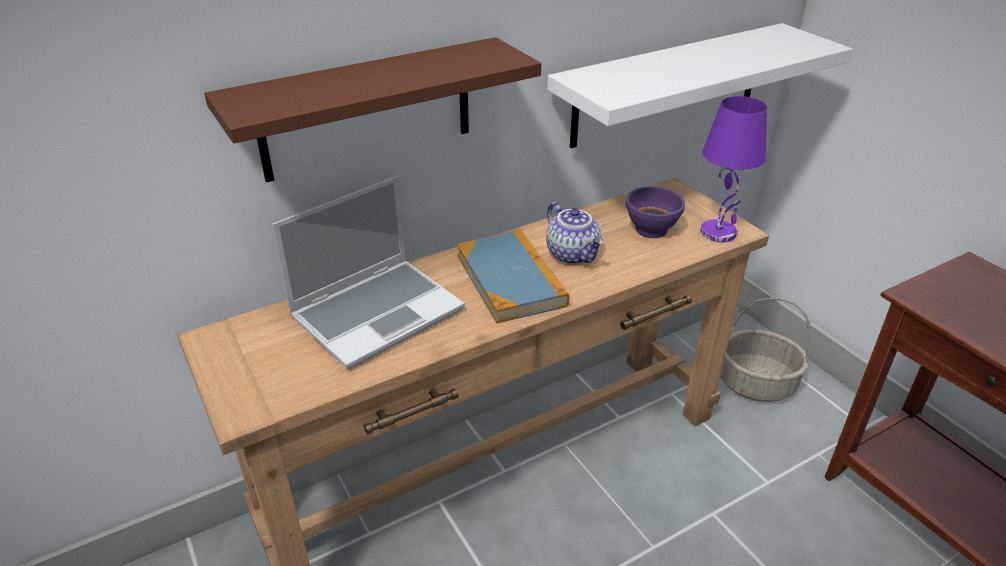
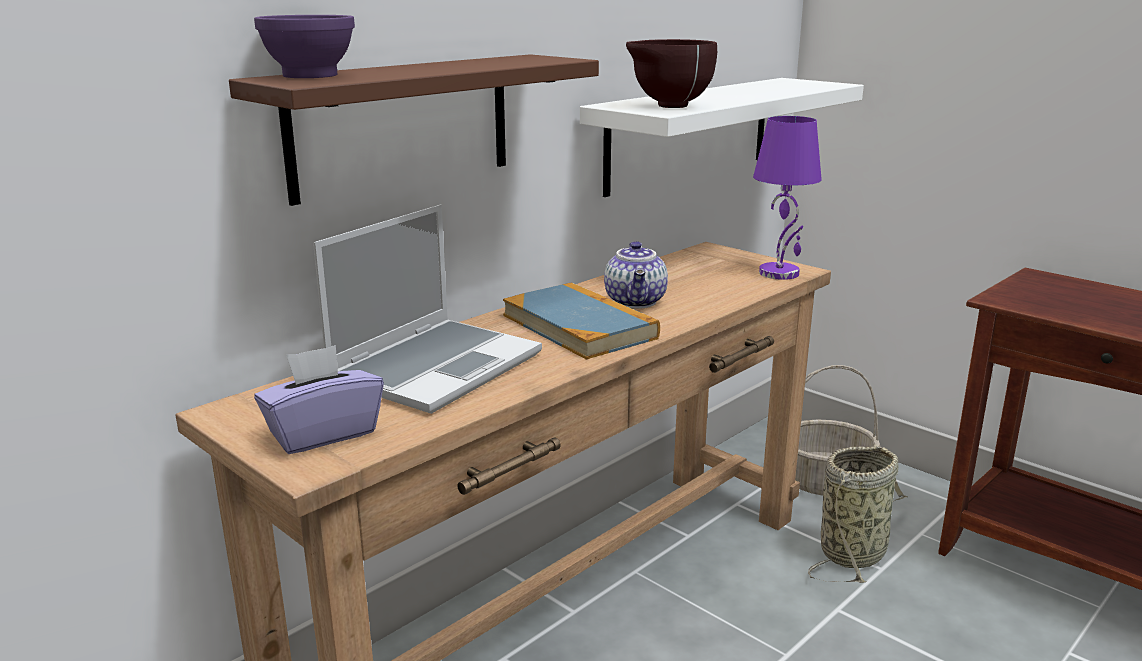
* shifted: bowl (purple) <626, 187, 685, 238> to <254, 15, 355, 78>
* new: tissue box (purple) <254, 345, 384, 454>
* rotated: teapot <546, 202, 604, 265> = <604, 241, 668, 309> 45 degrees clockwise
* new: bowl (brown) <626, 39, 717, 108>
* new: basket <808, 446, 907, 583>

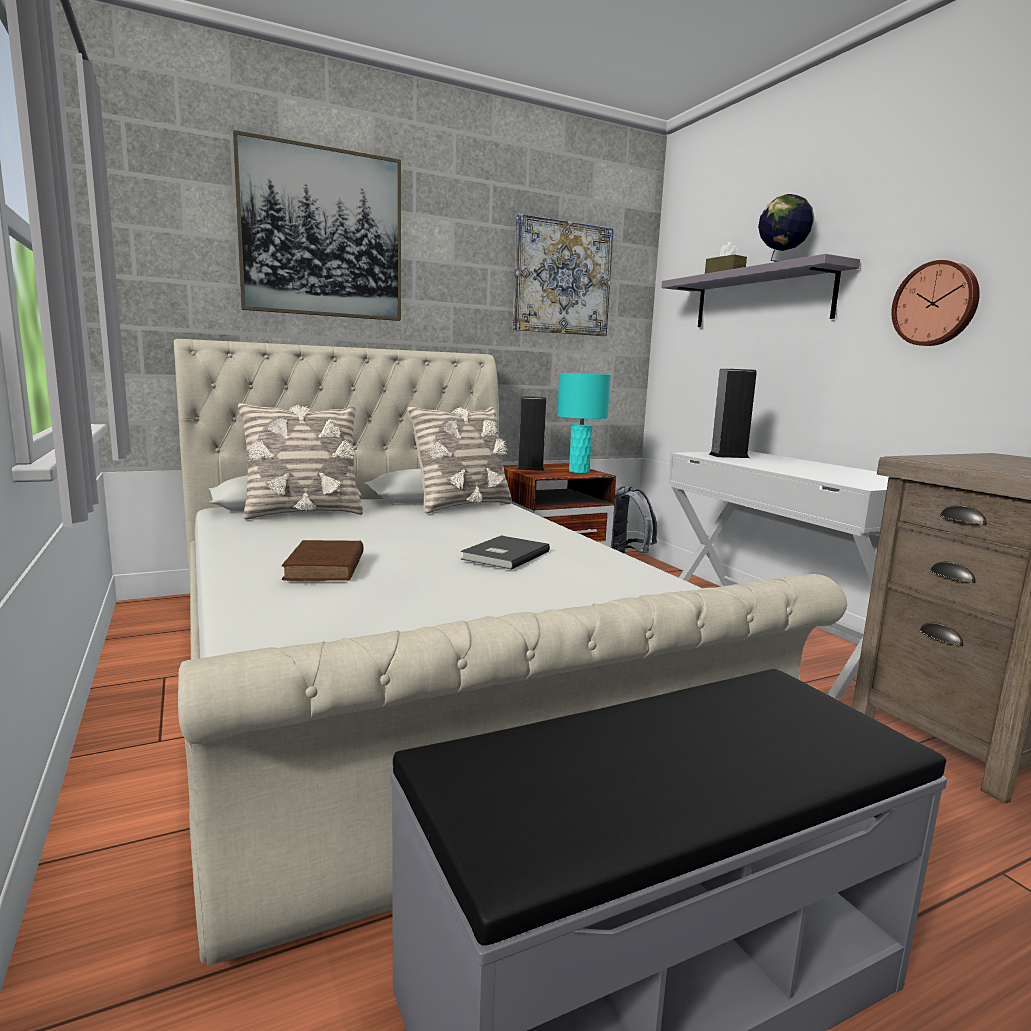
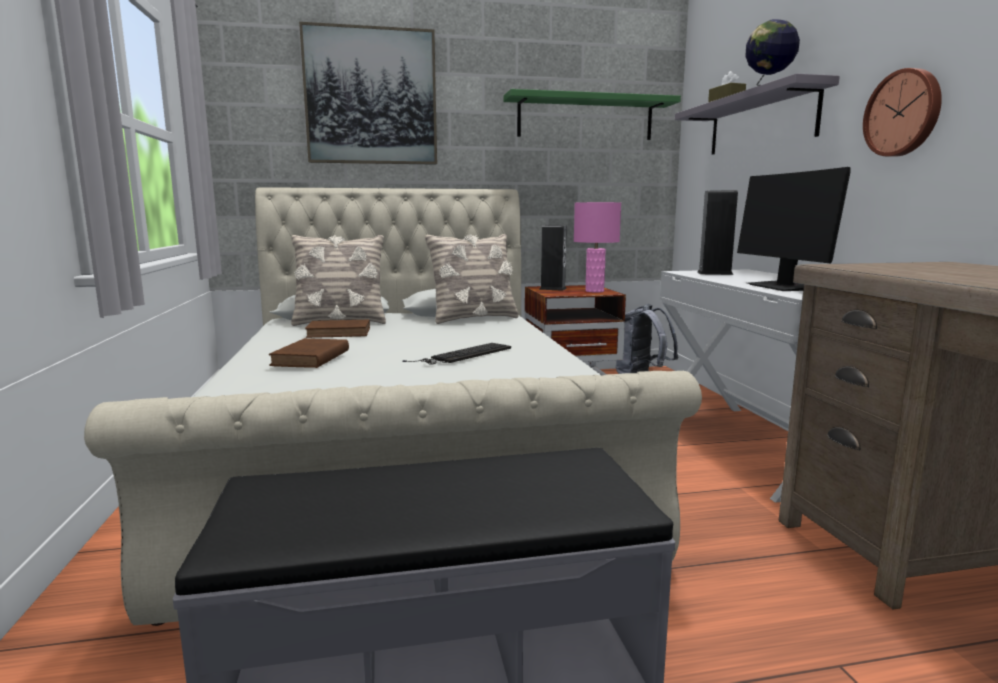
* new: book (brown) <305, 320, 370, 338>
* swapped: book (grey) <460, 535, 550, 570> to keyboard <402, 343, 511, 365>
* swapped: picture <513, 213, 614, 336> to shelf (green) <503, 89, 681, 140>
* repainted: table lamp (turquoise) <557, 373, 611, 473> to table lamp (pink) <574, 202, 621, 293>
* new: monitor <737, 167, 851, 291>

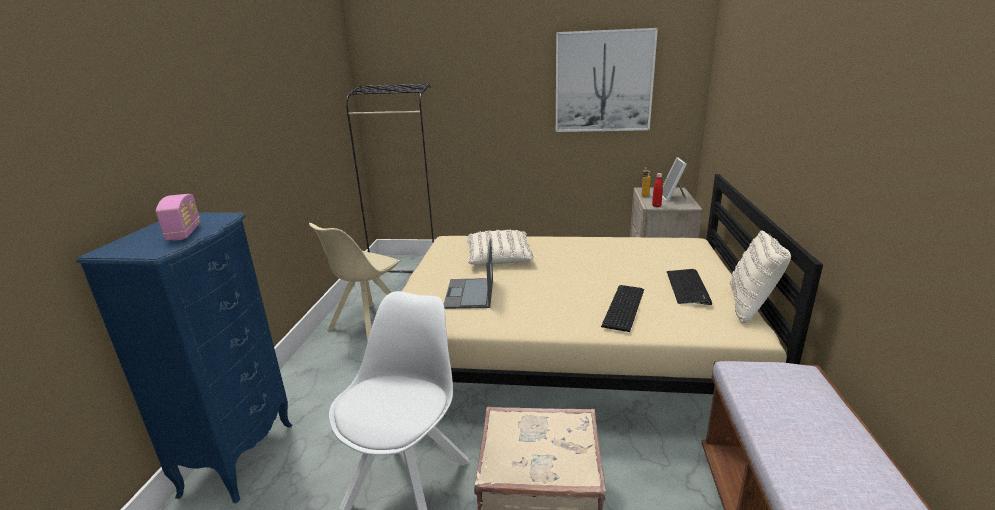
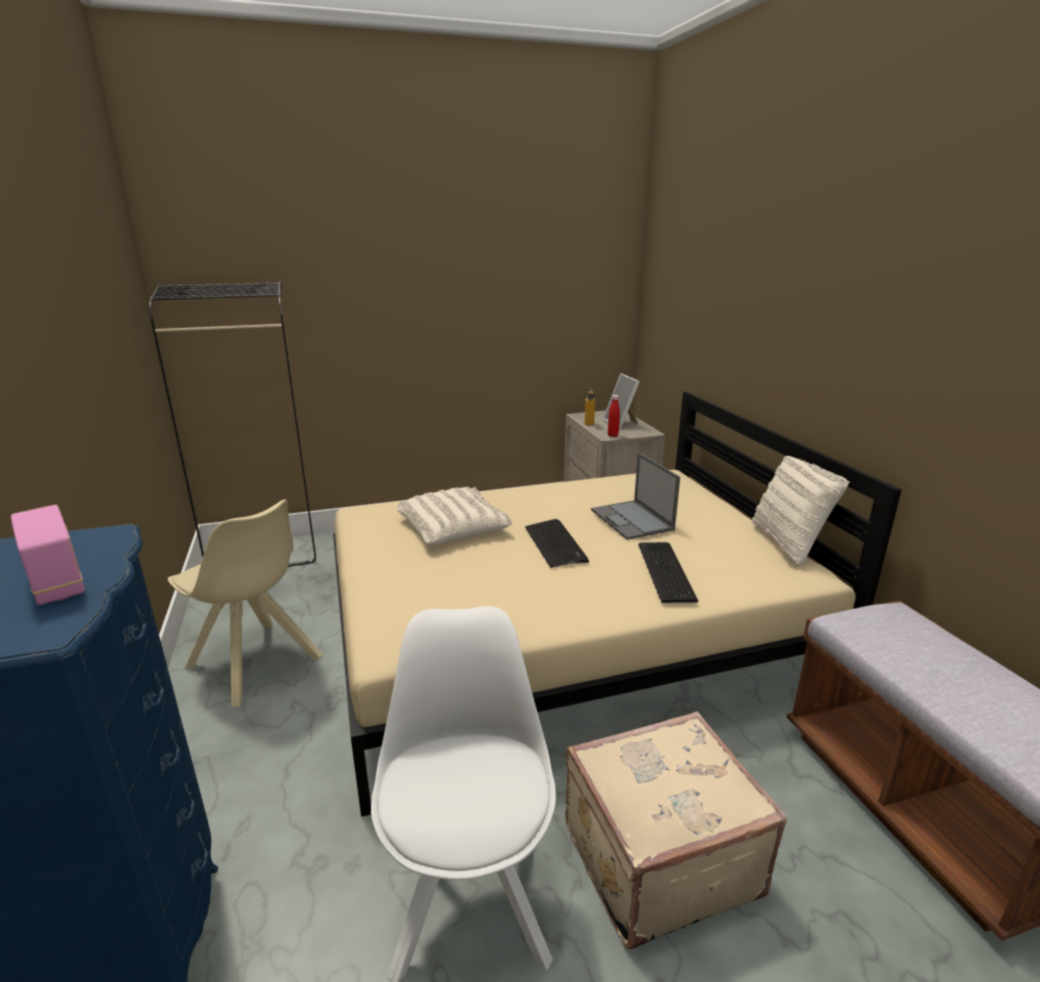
* rotated: chair (beige) <309, 223, 401, 342> = <168, 500, 322, 707> 60 degrees counterclockwise
* shifted: keyboard <667, 269, 712, 305> to <525, 519, 589, 568>
* shifted: laptop <444, 239, 493, 309> to <591, 453, 680, 540>
* gone: picture <556, 28, 658, 132>

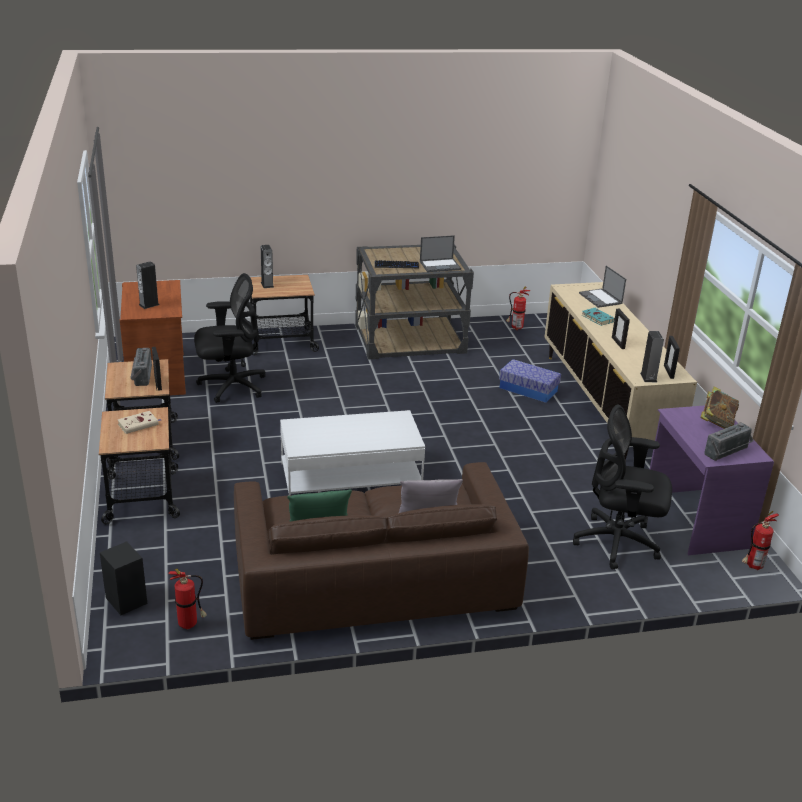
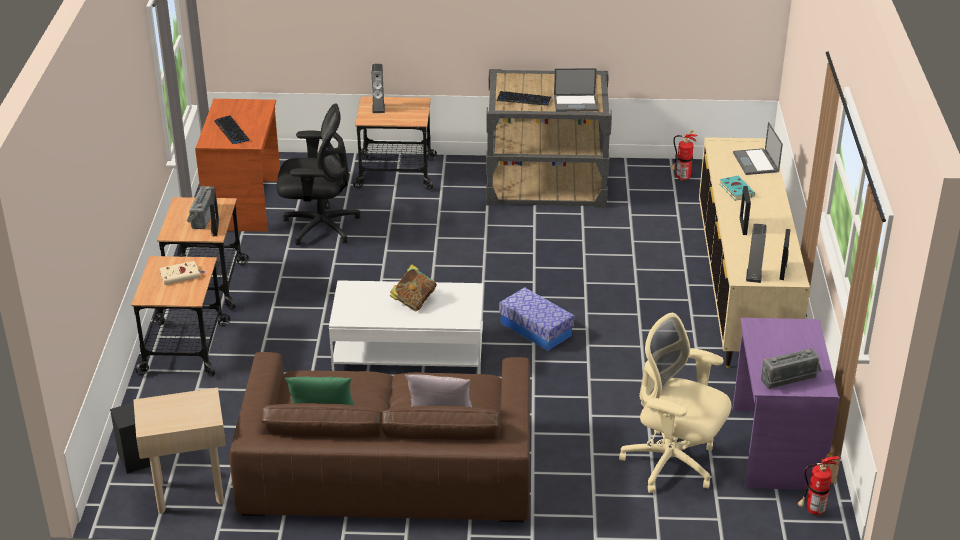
* swapped: fire extinguisher <168, 569, 207, 629> to side table (beige) <134, 388, 226, 514>
* swapped: speaker <136, 261, 160, 309> to keyboard <214, 115, 249, 144>
* shifted: book <700, 386, 739, 429> to <390, 264, 437, 312>
* shifted: storage box <499, 359, 561, 403> to <499, 287, 574, 351>
* repainted: office chair (black) <573, 404, 672, 570> to office chair (beige) <619, 313, 732, 493>

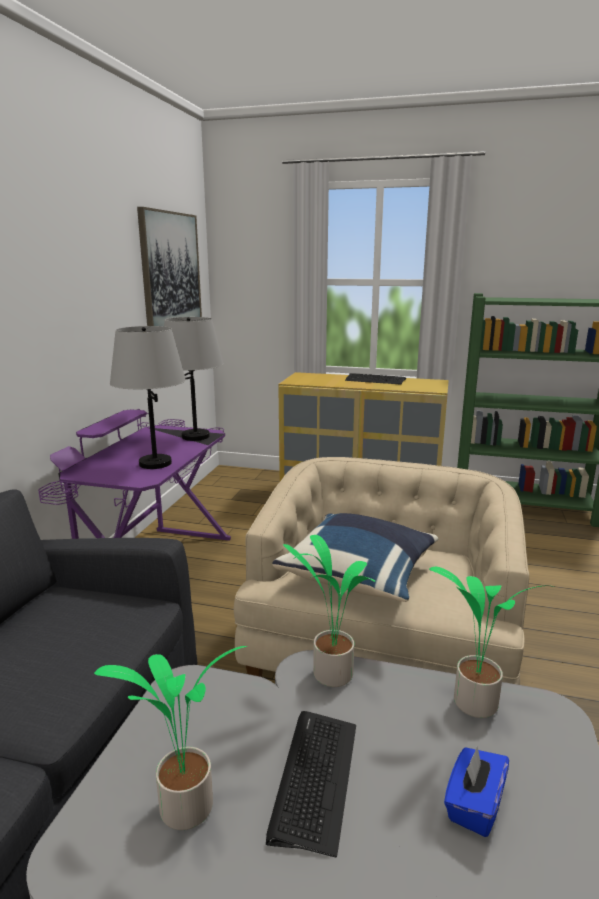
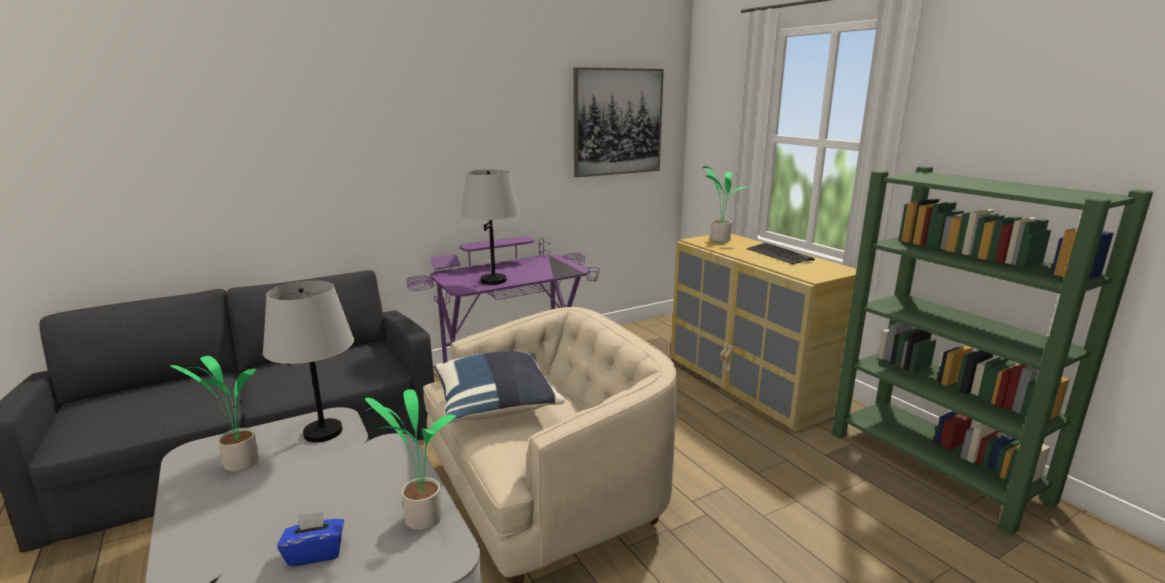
* shifted: table lamp (grey) <164, 317, 223, 441> to <263, 281, 354, 442>
* shifted: potted plant <283, 535, 375, 687> to <702, 166, 748, 242>
* gone: keyboard <266, 711, 356, 857>

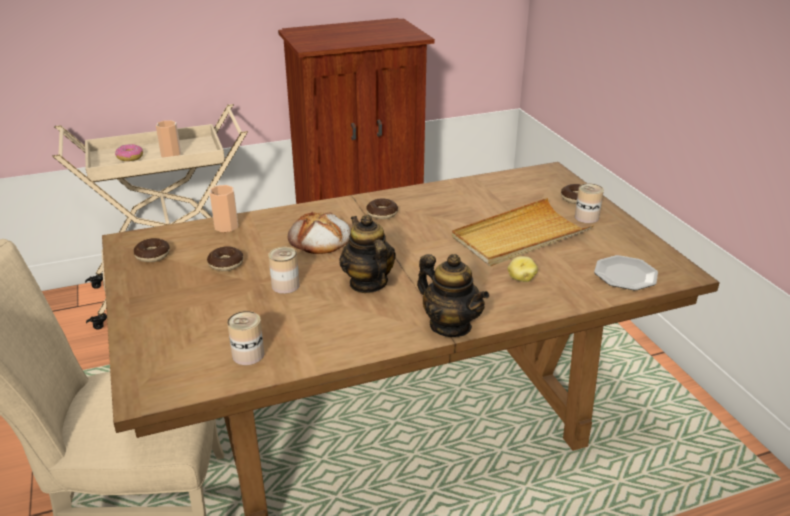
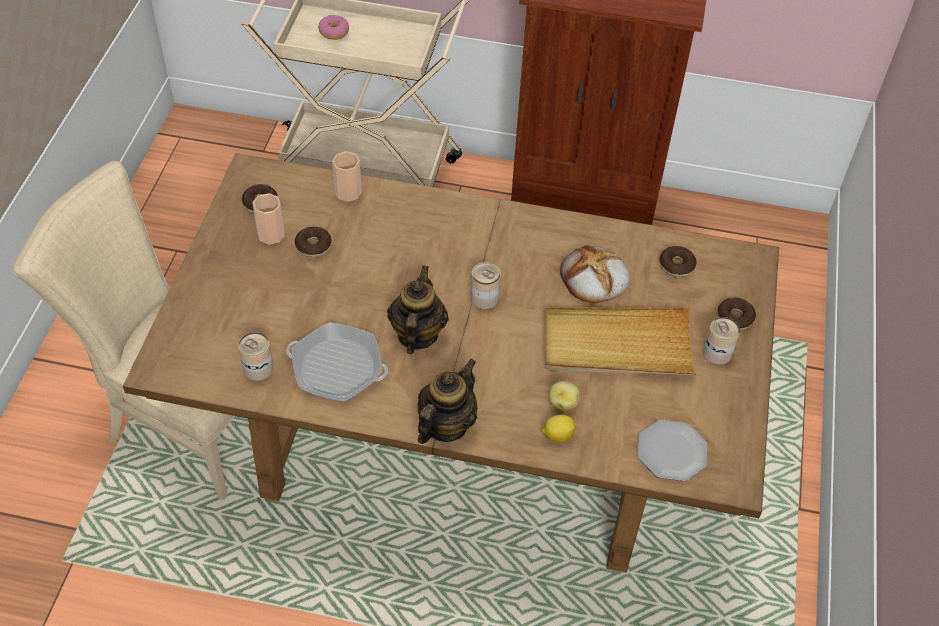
* shifted: cup <156, 120, 181, 157> to <252, 193, 285, 245>
* new: frying pan <286, 322, 388, 401>
* rotated: teapot <417, 254, 489, 337> = <418, 359, 477, 444> 135 degrees counterclockwise
* shifted: can <268, 247, 300, 294> to <470, 262, 501, 309>
* new: lemon <542, 414, 575, 442>
* shifted: bread <288, 212, 351, 254> to <560, 245, 630, 303>
* shifted: donut <367, 198, 398, 219> to <659, 246, 697, 277>

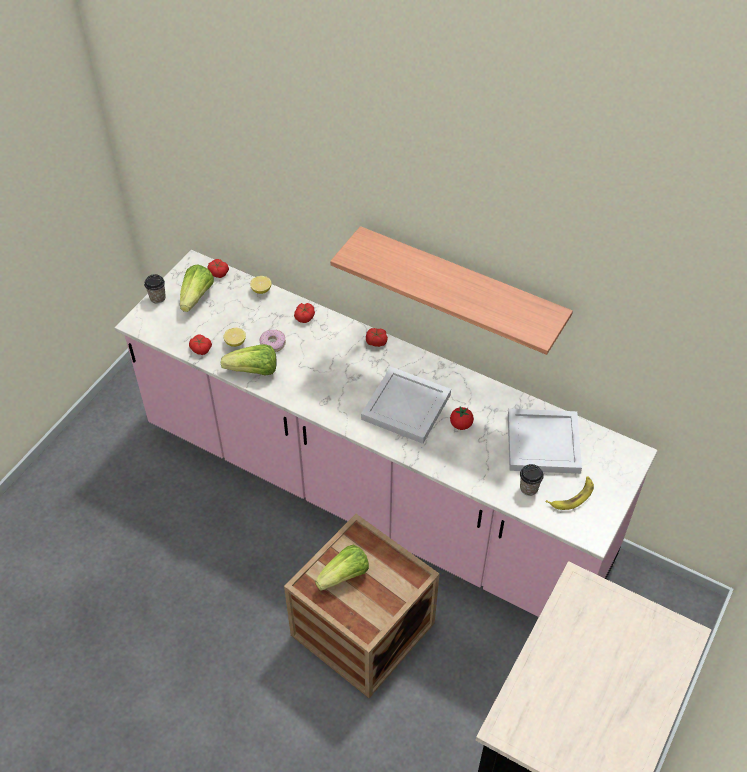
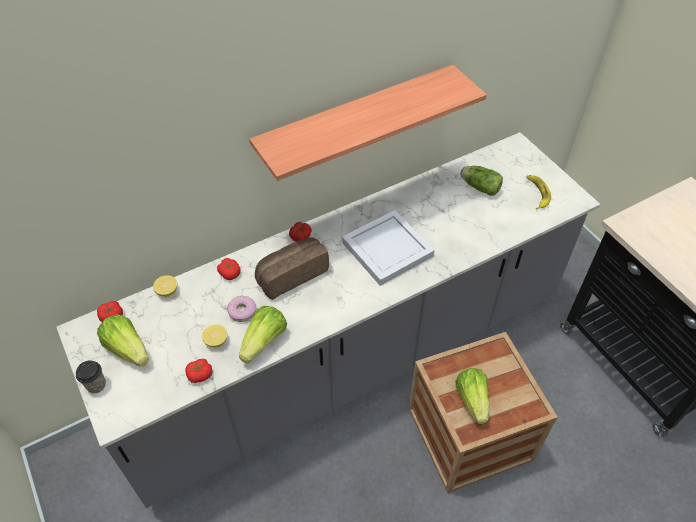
* repainted: counter (pink) <115, 250, 658, 617> to counter (grey) <56, 132, 600, 508>
* new: bread <255, 237, 329, 300>
* swapped: tray (white) <508, 409, 582, 474> to lettuce <460, 166, 503, 196>
* gone: tomato <450, 407, 474, 430>
* gone: cup <520, 464, 544, 496>

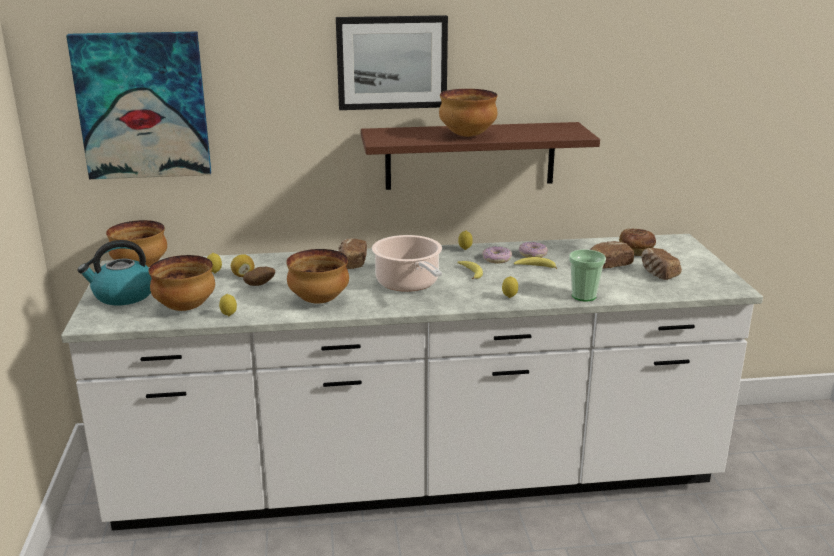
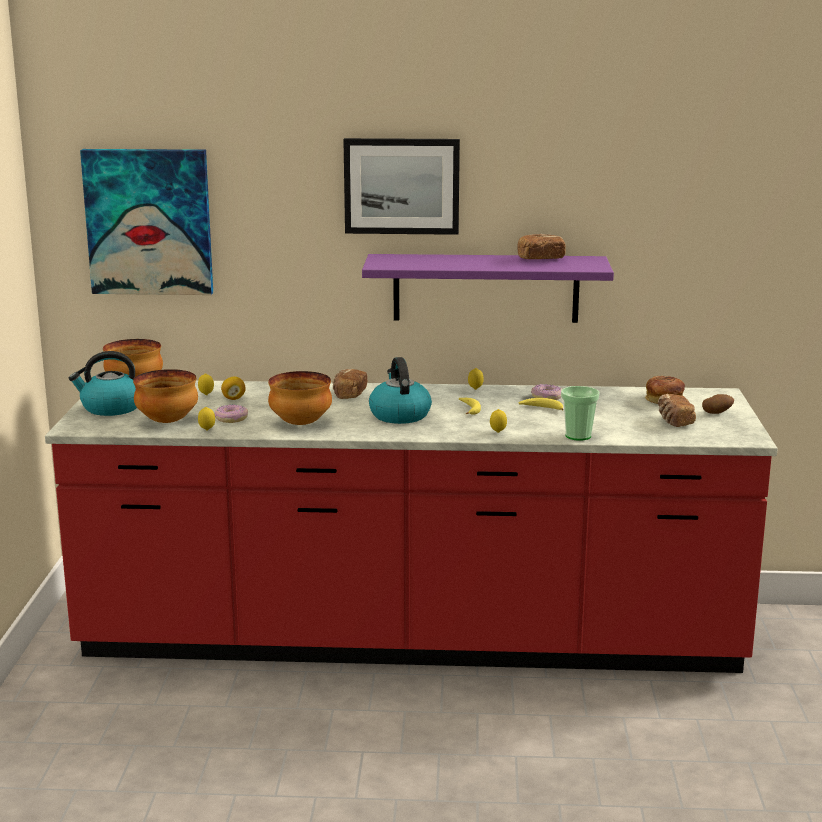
* repainted: counter (white) <61, 234, 763, 531> to counter (red) <45, 380, 778, 673>
* shifted: donut <482, 246, 512, 263> to <215, 405, 248, 423>
* repainted: shelf (brown) <361, 122, 600, 190> to shelf (purple) <362, 254, 614, 323>
* swapped: cooking pot <372, 235, 442, 292> to kettle <369, 357, 432, 424>
* shifted: bread <590, 241, 634, 269> to <517, 234, 566, 259>
* shifted: potato <243, 267, 275, 286> to <702, 394, 734, 414>
* gone: bowl <439, 89, 497, 137>

